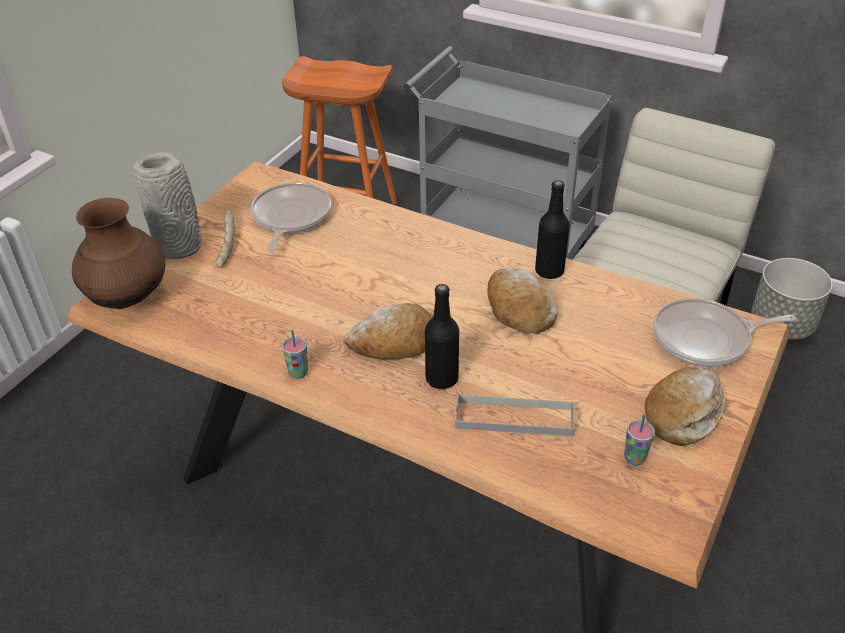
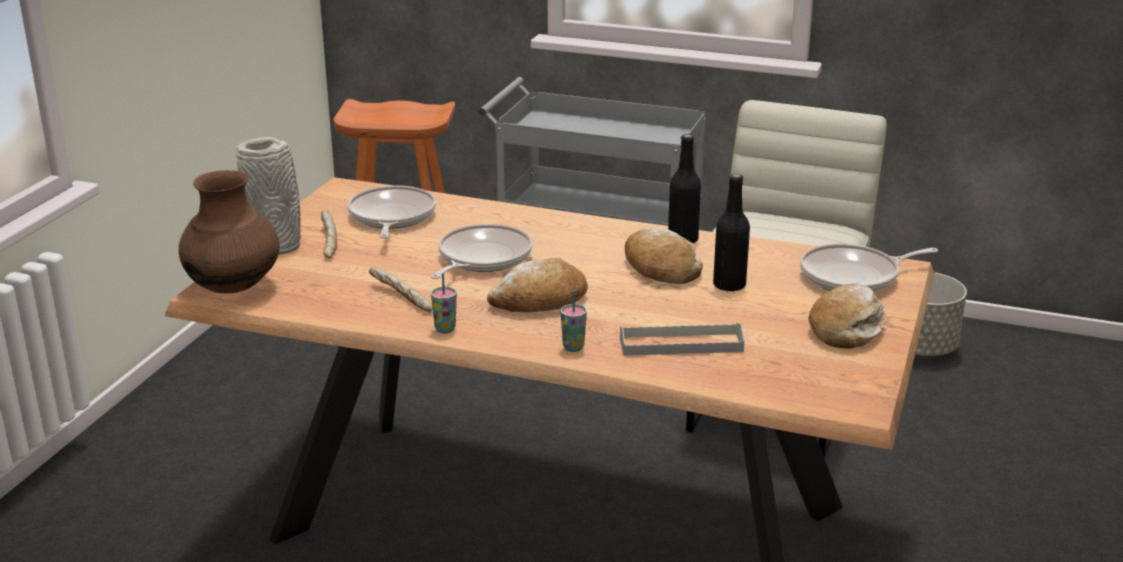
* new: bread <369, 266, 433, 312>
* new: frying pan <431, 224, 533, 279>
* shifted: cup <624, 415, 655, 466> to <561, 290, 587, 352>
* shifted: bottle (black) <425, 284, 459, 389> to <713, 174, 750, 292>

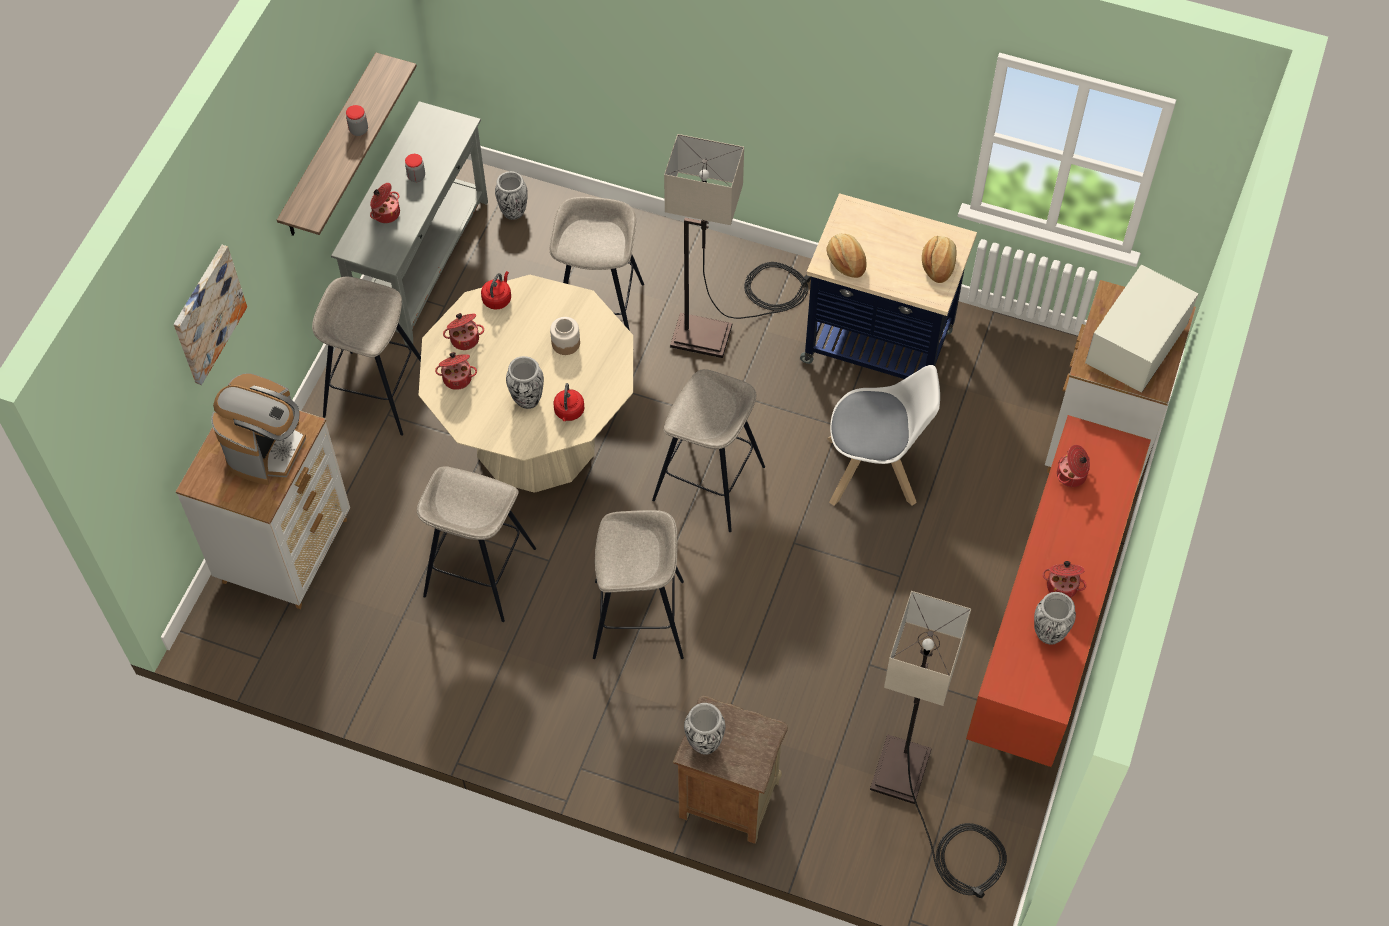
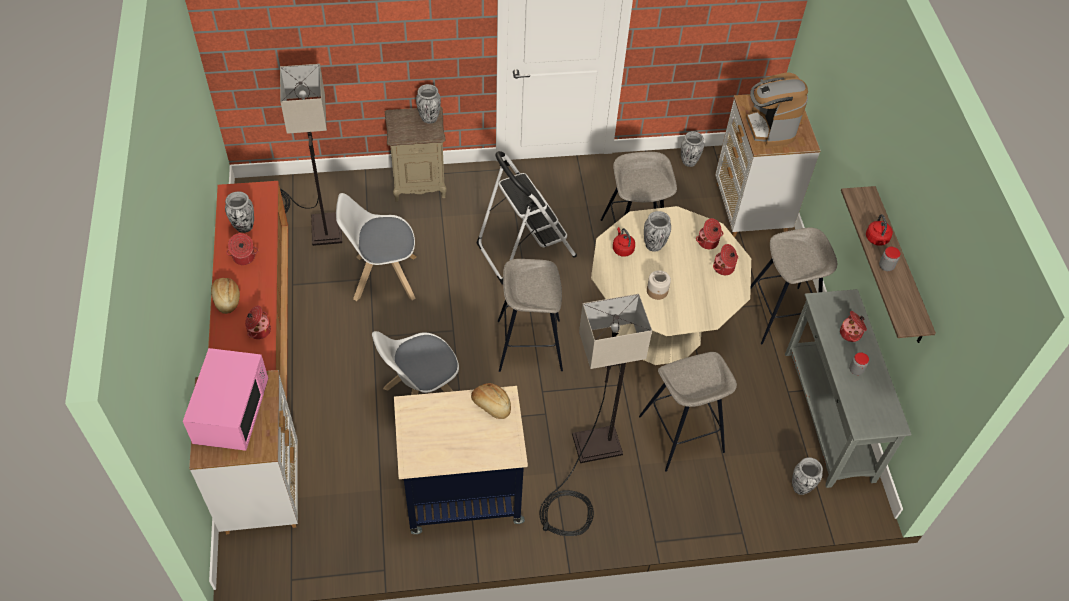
* repainted: microwave (white) <1085, 265, 1199, 393> to microwave (pink) <183, 348, 268, 451>
* shifted: bread <922, 236, 957, 283> to <211, 278, 240, 314>
* new: chair <336, 193, 417, 301>
* swapped: stool (grey) <593, 510, 684, 659> to step ladder <476, 151, 577, 285>
* new: vase <681, 131, 704, 167>
* shifted: kettle (red) <481, 271, 511, 310> to <866, 214, 893, 246>
* gone: picture <173, 245, 247, 385>

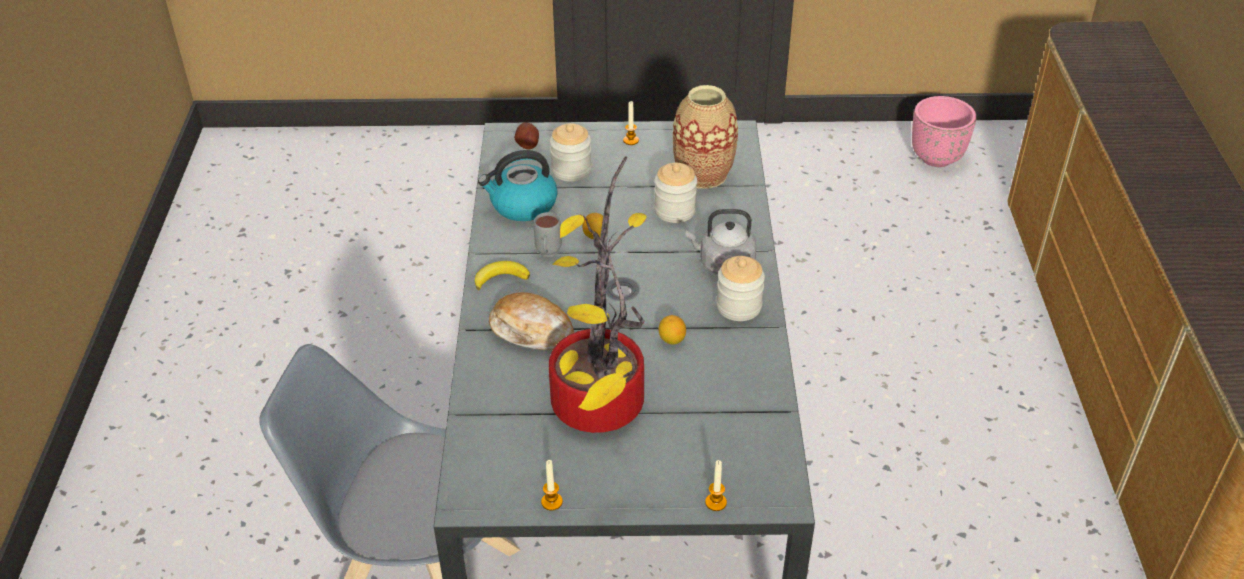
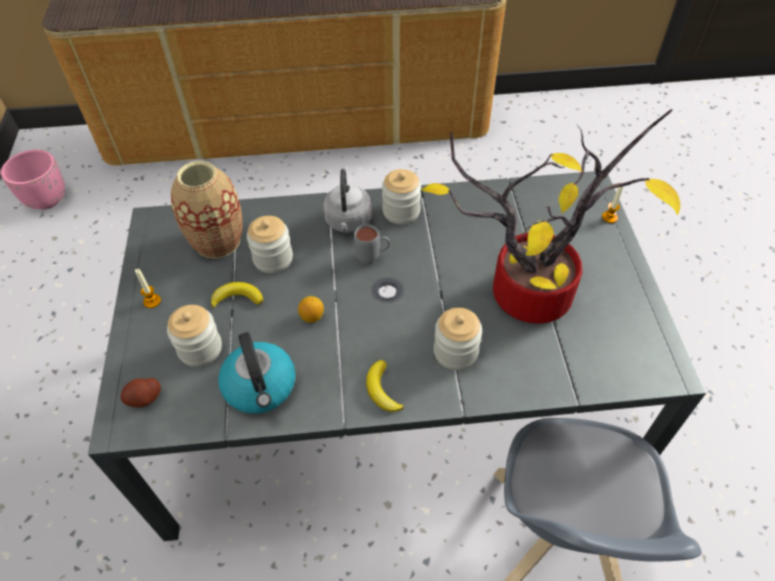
* new: banana <211, 282, 263, 309>
* shifted: mug (grey) <534, 212, 562, 257> to <354, 224, 390, 265>
* swapped: bread <489, 292, 574, 350> to jar <434, 308, 482, 370>
* gone: candle <541, 460, 563, 510>
* gone: lemon <659, 315, 686, 345>

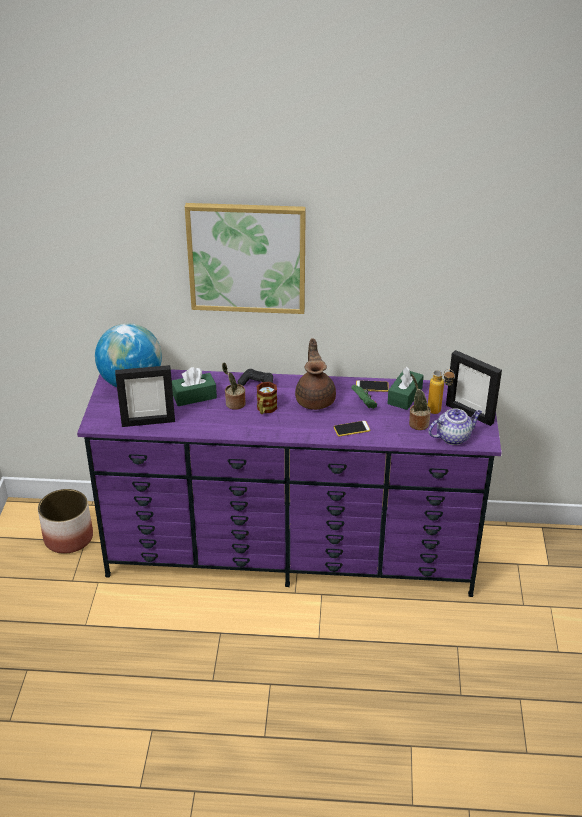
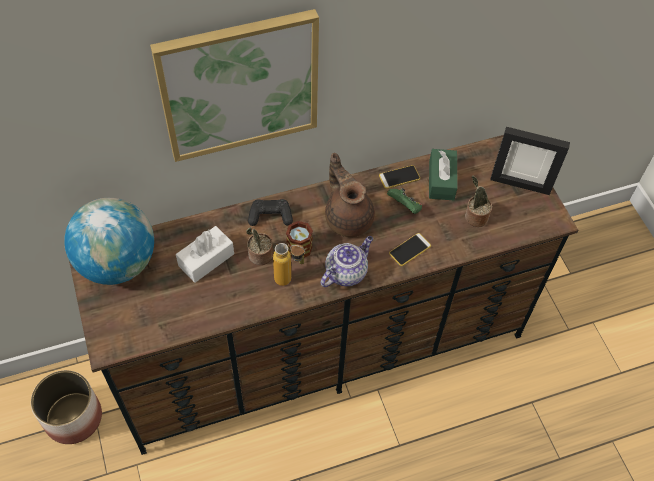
* repainted: dresser (purple) <77, 369, 502, 597> to dresser (brown) <69, 135, 578, 455>
* repainted: tissue box (green) <172, 367, 217, 406> to tissue box (white) <176, 226, 234, 283>
* shifted: bottle <428, 369, 455, 414> to <273, 243, 305, 286>
* shifted: teapot <428, 408, 482, 445> to <320, 236, 373, 287>
* gone: picture frame <115, 365, 175, 427>

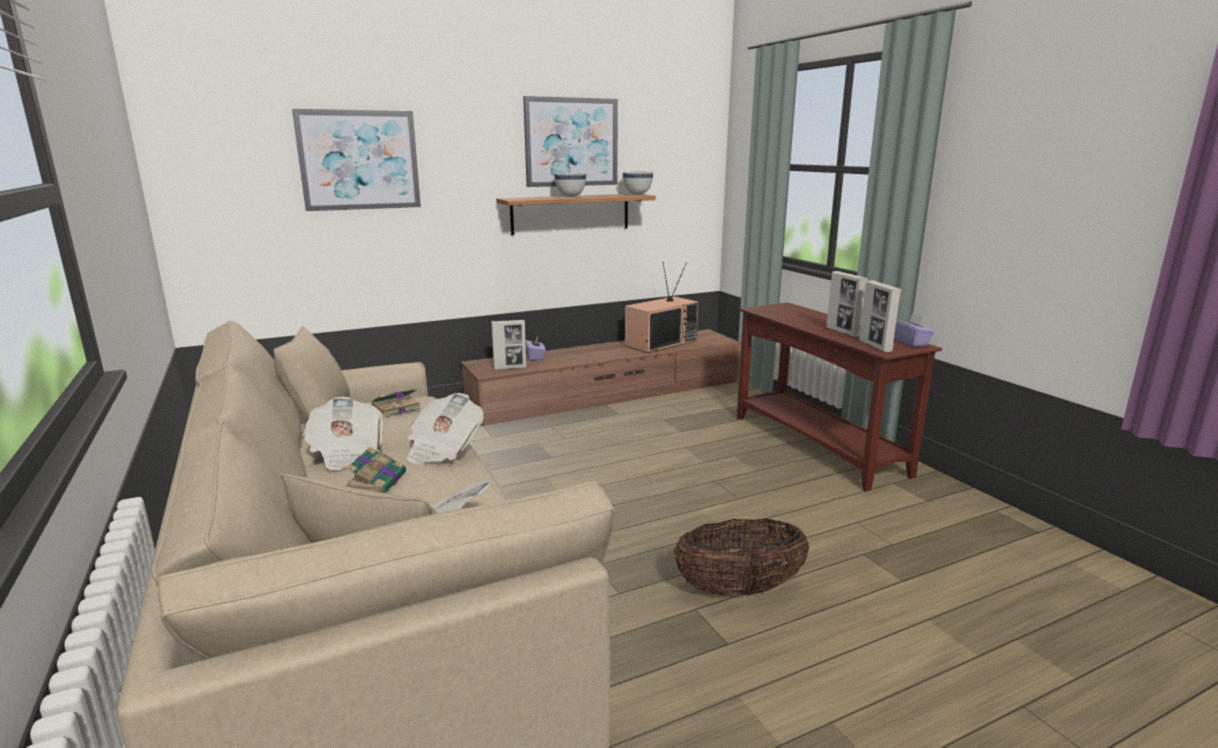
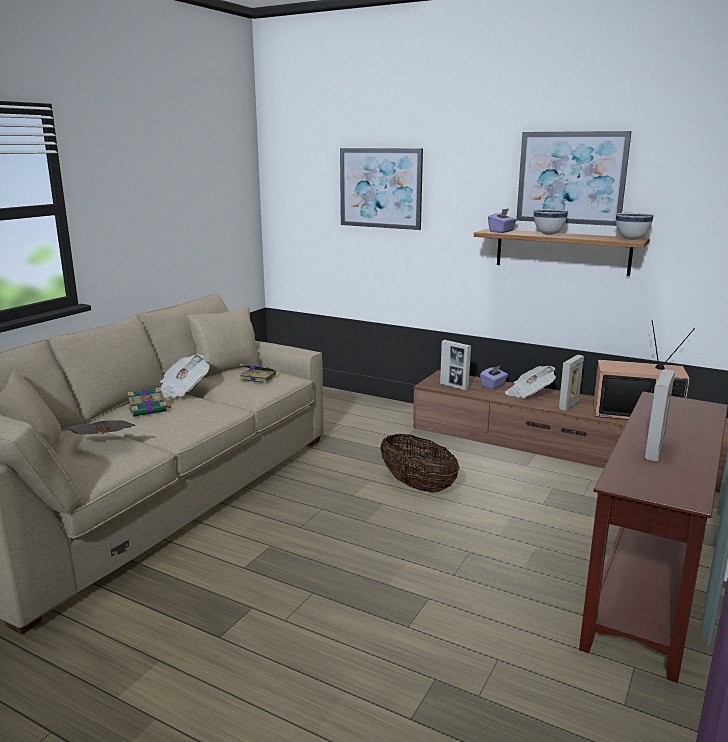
* shifted: basket <674, 518, 809, 596> to <380, 434, 459, 493>
* shifted: tissue box (purple) <894, 313, 934, 347> to <488, 209, 517, 233>
* shifted: newspaper <407, 393, 484, 464> to <505, 366, 556, 399>
* shifted: picture frame <859, 280, 901, 352> to <559, 355, 584, 411>

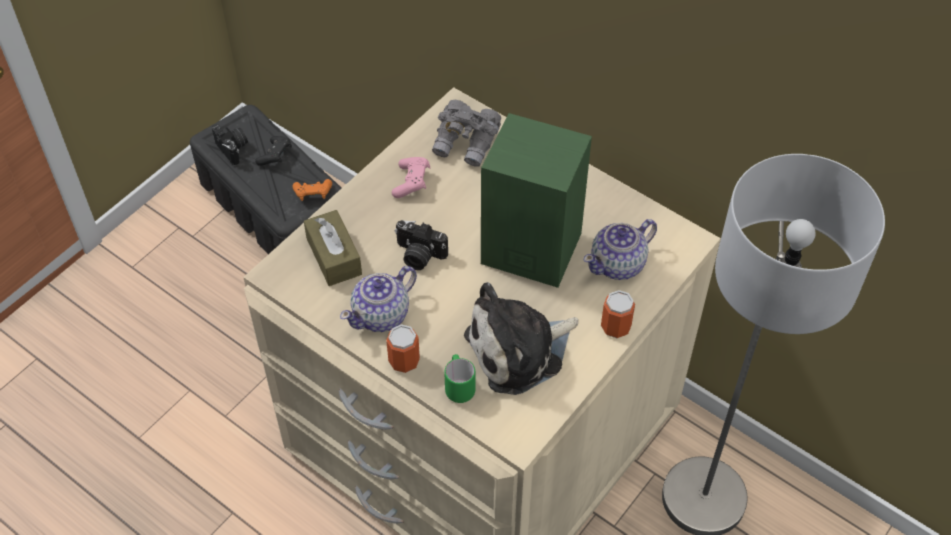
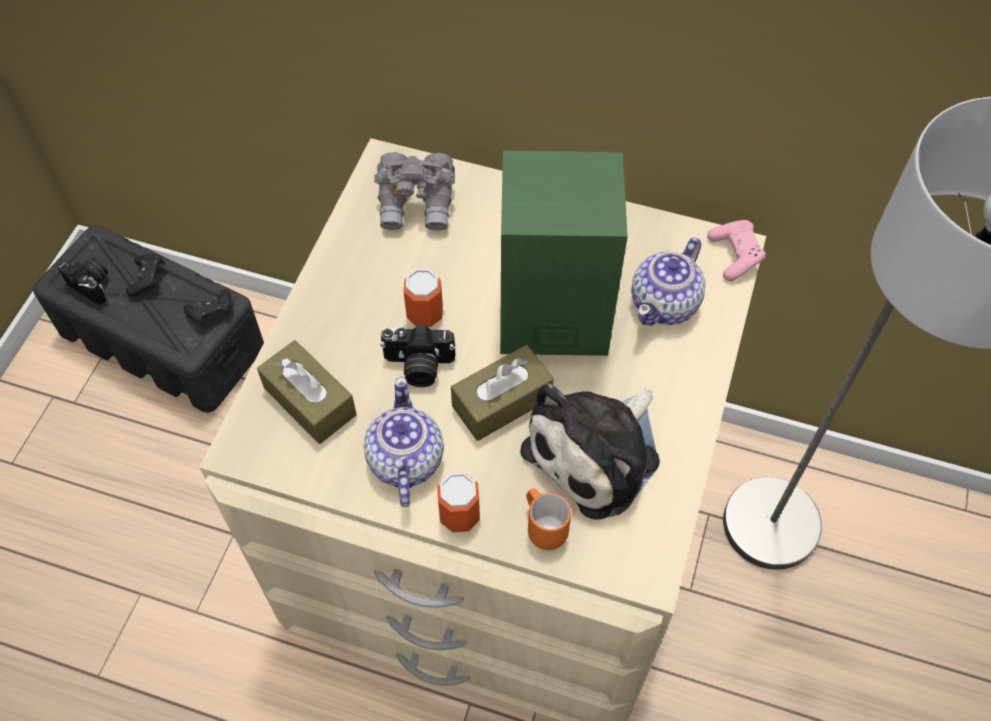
* repainted: game controller (orange) <293, 179, 332, 201> to game controller (black) <183, 289, 231, 326>
* rotated: teapot <340, 266, 417, 332> = <364, 377, 444, 507> 150 degrees clockwise
* shifted: can <601, 290, 635, 338> to <403, 269, 443, 327>
* new: tissue box (brown) <451, 345, 554, 441>
* repainted: mug (green) <444, 354, 476, 403> to mug (orange) <526, 489, 571, 550>
* shifted: game controller (pink) <392, 157, 430, 198> to <707, 220, 765, 281>

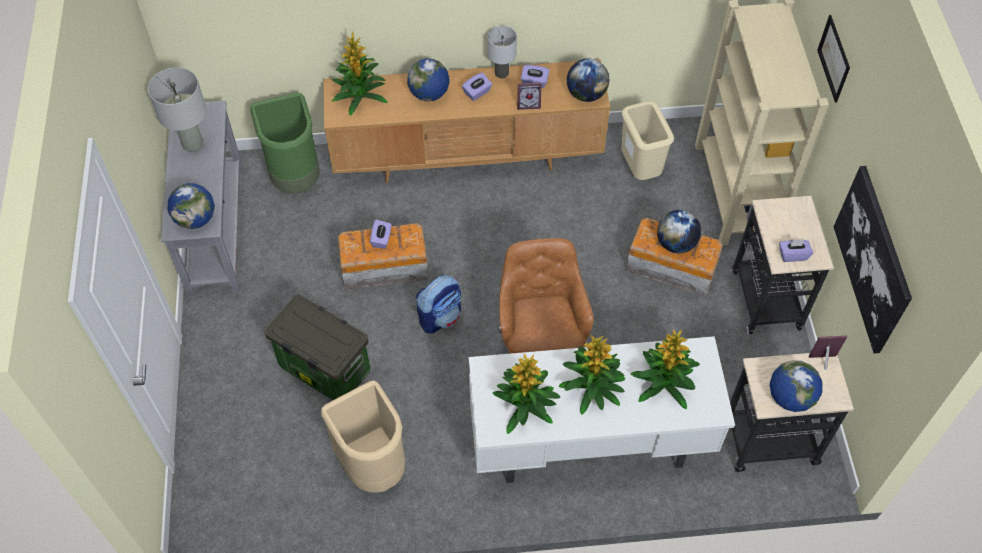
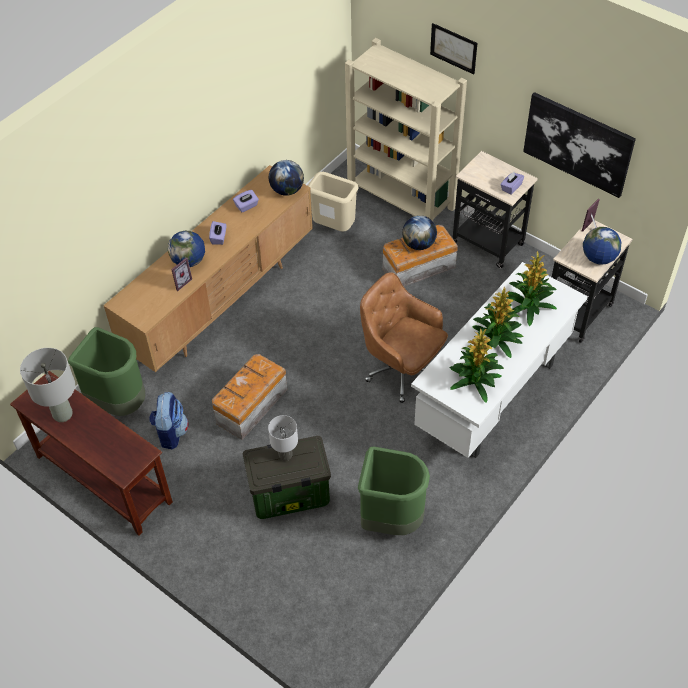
* repainted: console table (grey) <161, 101, 243, 297> to console table (brown) <10, 371, 173, 536>
* shifted: backpack <416, 275, 461, 334> to <150, 392, 189, 449>
* shifted: picture frame <517, 83, 542, 110> to <171, 257, 192, 291>
* shifted: table lamp (white) <488, 26, 517, 78> to <268, 415, 298, 461>
* repainted: trash can (beige) <321, 381, 405, 493> to trash can (green) <358, 446, 430, 535>
* gone: globe <168, 183, 215, 229>
* gone: potted plant <332, 31, 388, 116>
* gone: tissue box (purple) <370, 220, 391, 249>

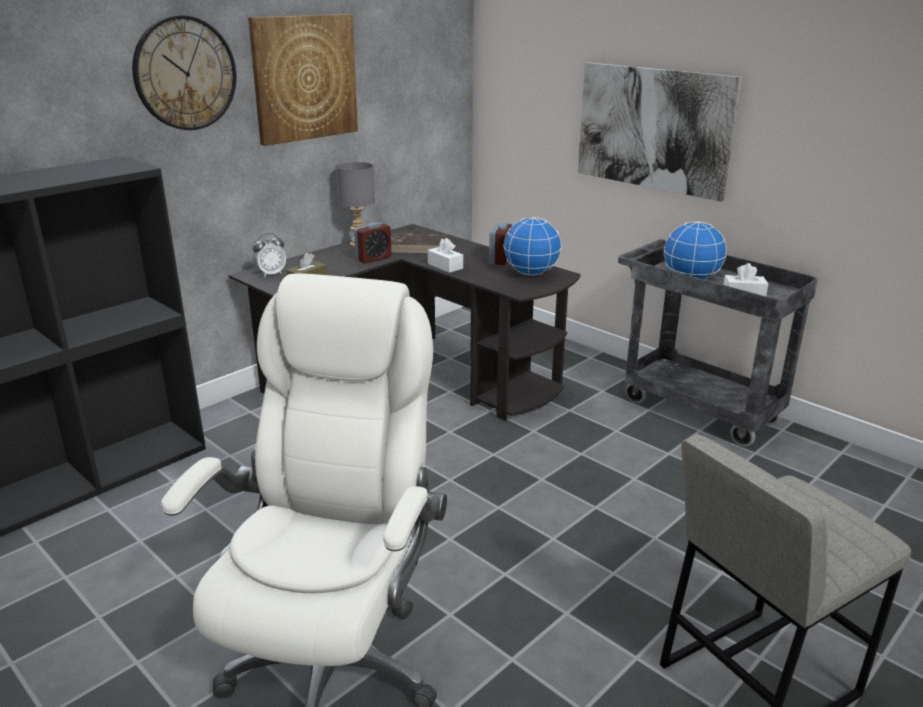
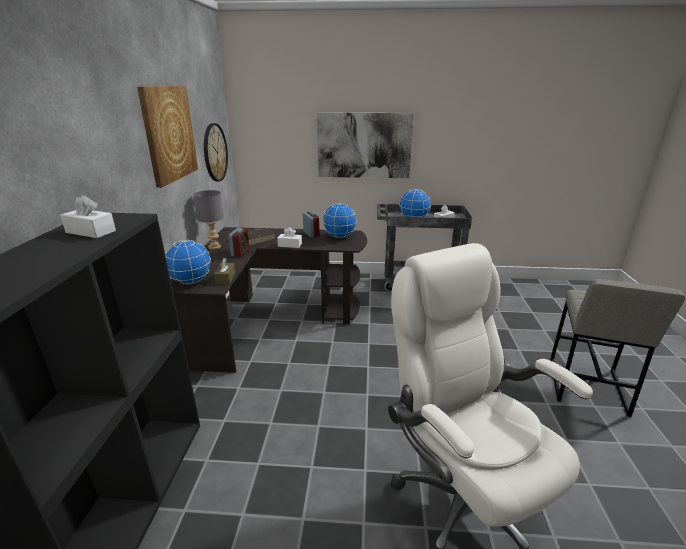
* new: tissue box (white) <60, 195, 116, 238>
* swapped: alarm clock <253, 233, 286, 277> to globe <165, 240, 211, 284>
* shifted: wall clock <132, 15, 236, 130> to <204, 123, 228, 181>

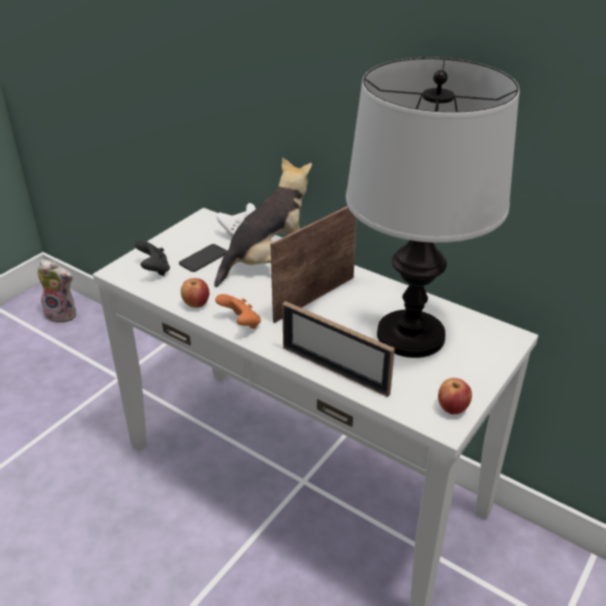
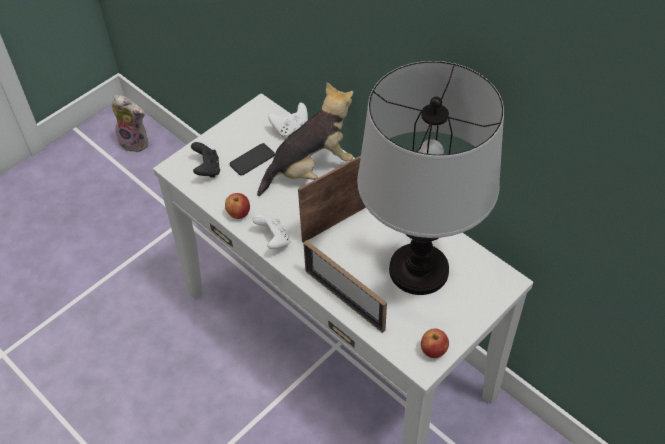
* repainted: game controller (orange) <215, 294, 261, 329> to game controller (white) <252, 214, 291, 249>

